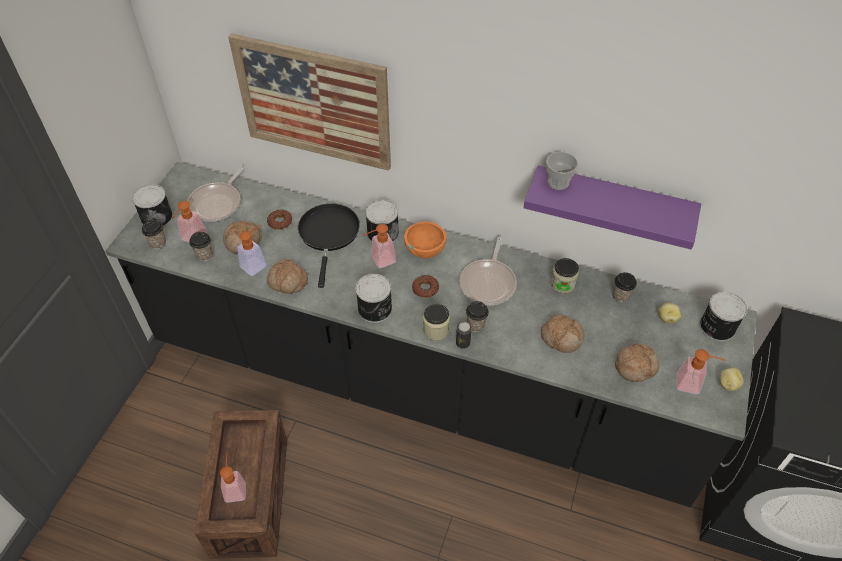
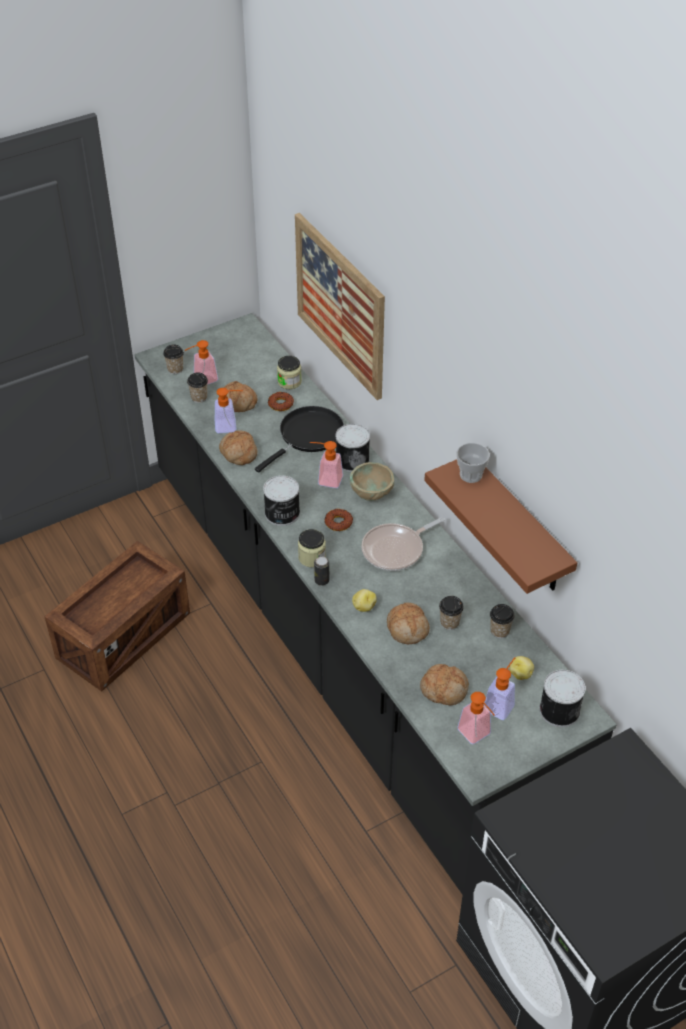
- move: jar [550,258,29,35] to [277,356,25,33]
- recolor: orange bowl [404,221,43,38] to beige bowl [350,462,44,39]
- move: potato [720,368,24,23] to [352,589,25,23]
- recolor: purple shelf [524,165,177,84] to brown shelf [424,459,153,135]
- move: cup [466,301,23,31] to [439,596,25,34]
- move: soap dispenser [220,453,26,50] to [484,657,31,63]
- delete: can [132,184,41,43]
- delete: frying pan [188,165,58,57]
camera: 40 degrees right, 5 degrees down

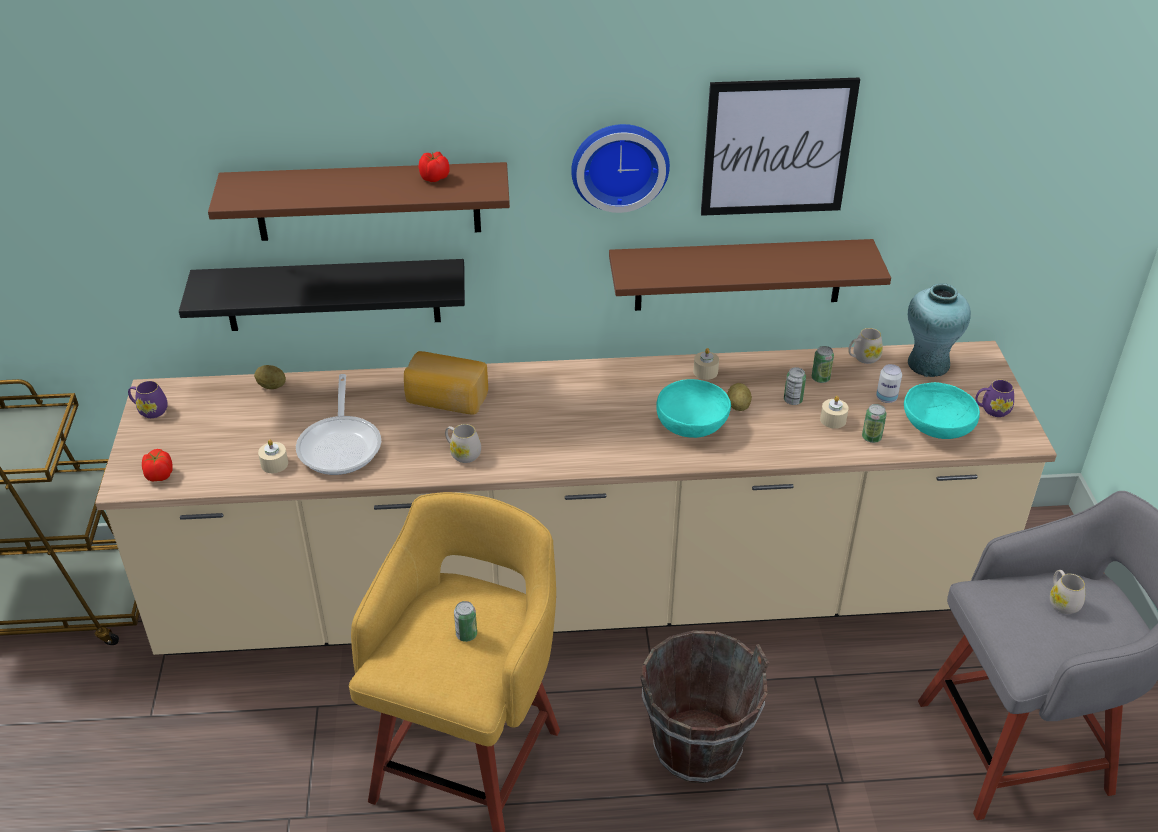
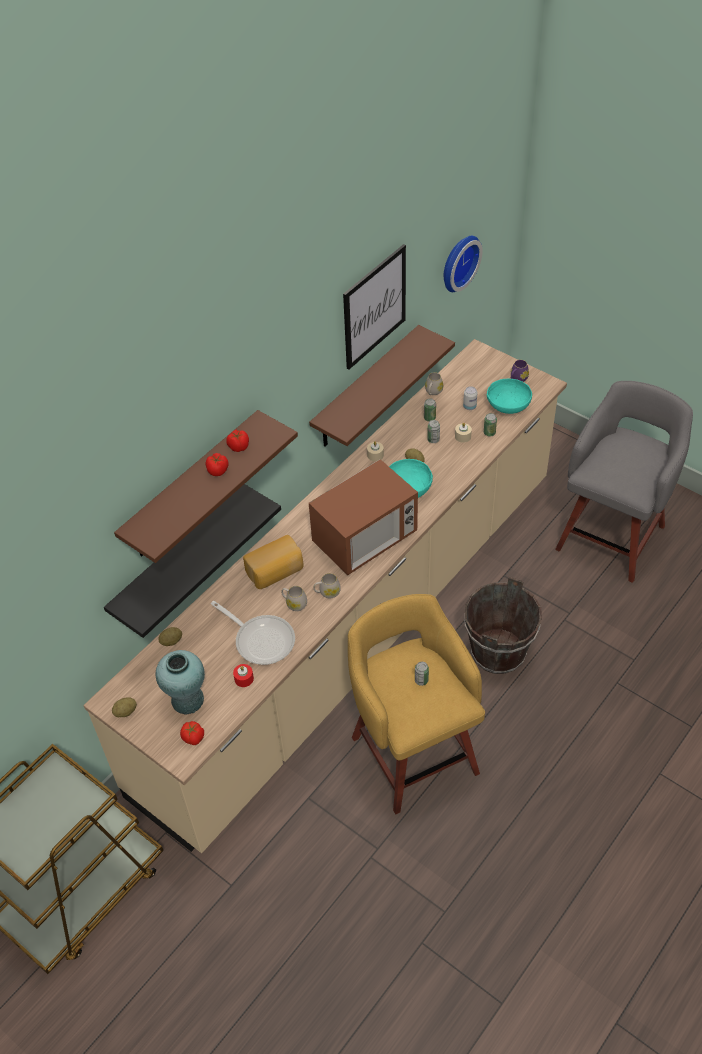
- replace: purple mug [128,381,40,37] to potato [112,697,25,20]
- move: turquoise vase [908,283,63,94] to [155,650,50,64]
- insert: tomato [206,453,22,23]
- recolor: beige candle [258,440,30,33] to red candle [233,664,21,23]
- move: white mug [1050,570,35,44] to [281,586,26,25]
- insert: microwave [309,459,109,116]
- move: wall clock [571,124,99,89] to [444,236,39,56]
camera: 45 degrees left, 10 degrees up

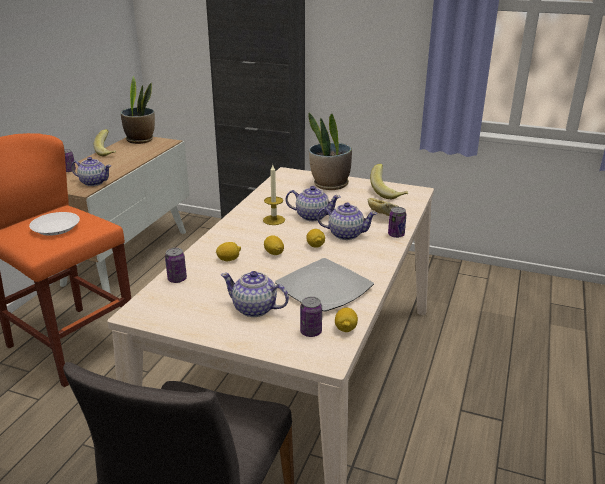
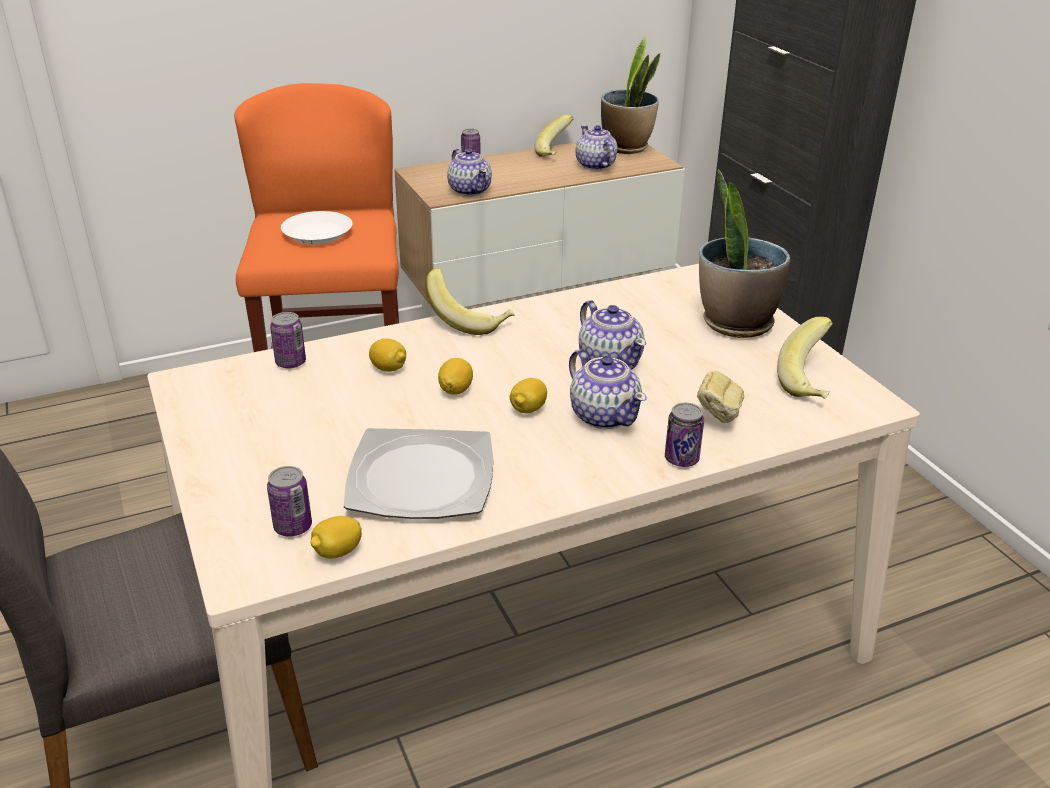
- insert: banana [425,268,90,67]
- move: teapot [221,271,68,46] to [575,125,42,45]
- delete: candle [263,165,22,60]
camera: 45 degrees right, 5 degrees up

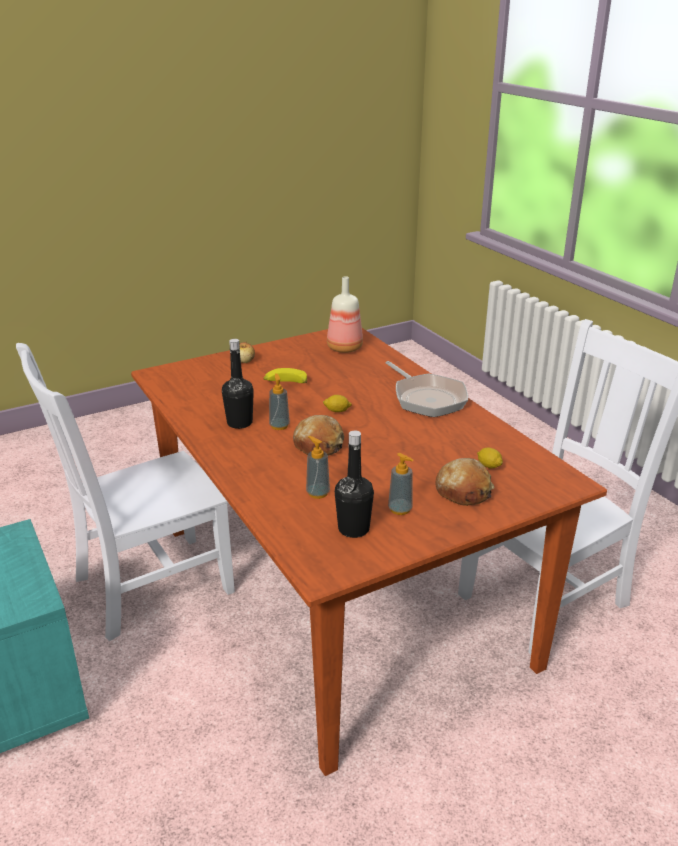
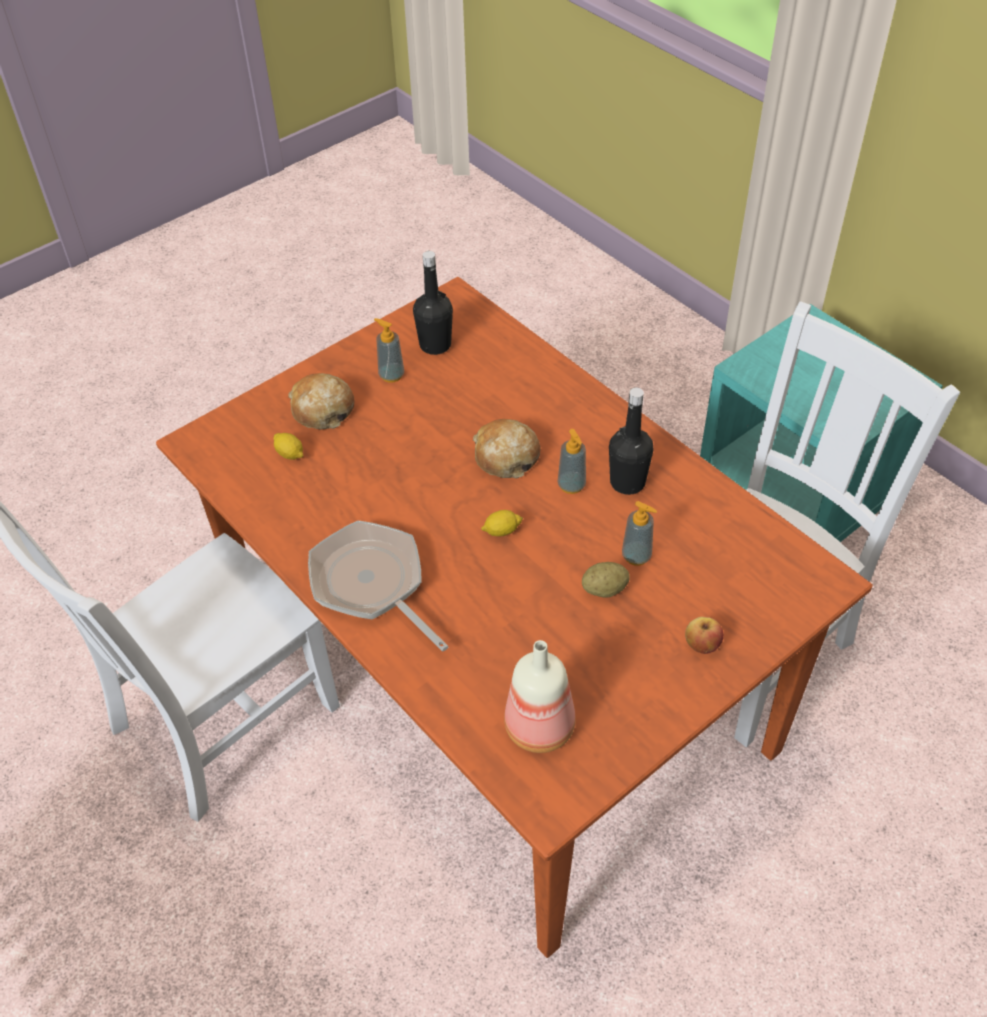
- replace: banana [263,368,44,15] to potato [582,562,48,36]
- move: soap dispenser [306,436,24,63] to [622,501,35,65]
camera: 170 degrees right, 20 degrees up

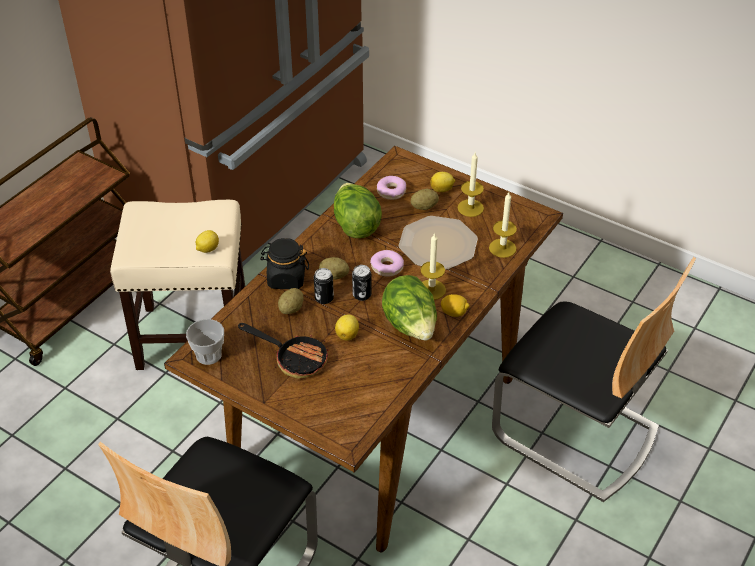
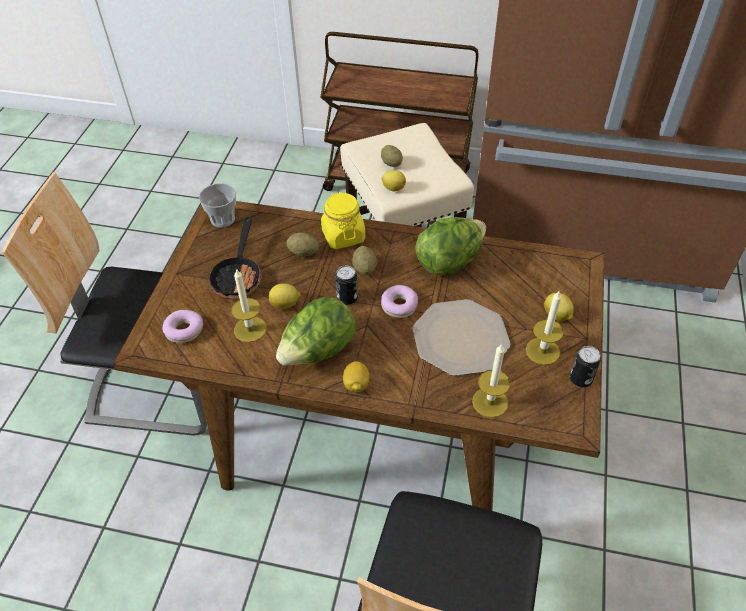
- move: donut [377,176,29,24] to [162,310,41,33]
- move: candle [420,233,26,67] to [231,268,36,75]
- recolor: black jar [260,238,49,51] to yellow jar [321,192,45,57]
- move: potato [411,189,28,21] to [381,145,22,22]
- move: can [314,268,20,36] to [570,346,31,41]
camera: 70 degrees right, 5 degrees up

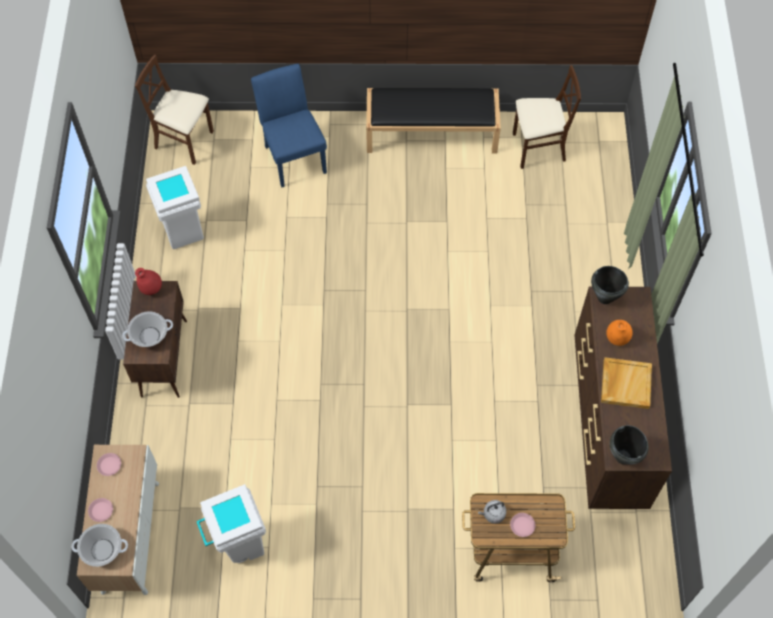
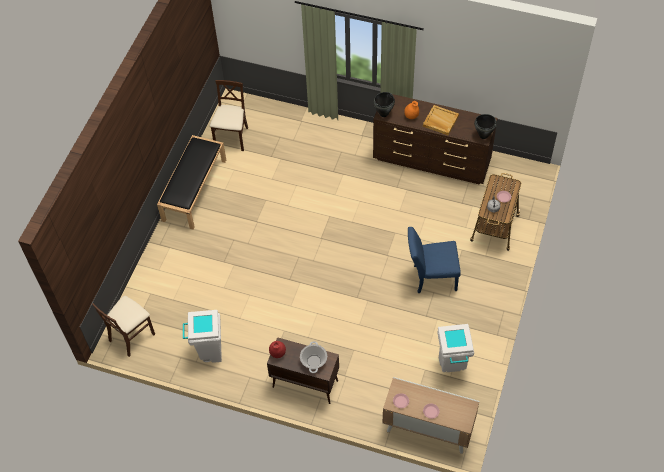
- move: blue chair [251,63,76,125] to [408,227,53,66]
- delete: cooking pot [71,524,57,43]
camera: 70 degrees left, 5 degrees down

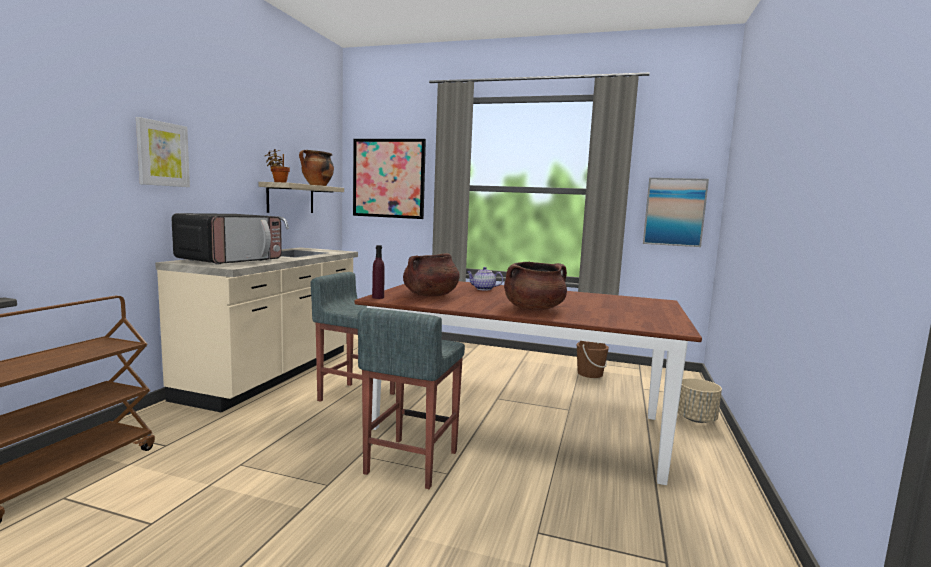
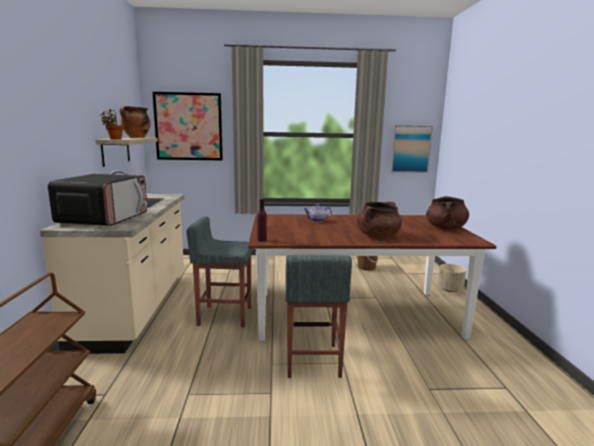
- move: brown cooking pot [403,253,57,44] to [426,196,43,34]
- delete: picture [136,117,54,70]
camera: 20 degrees left, 5 degrees up

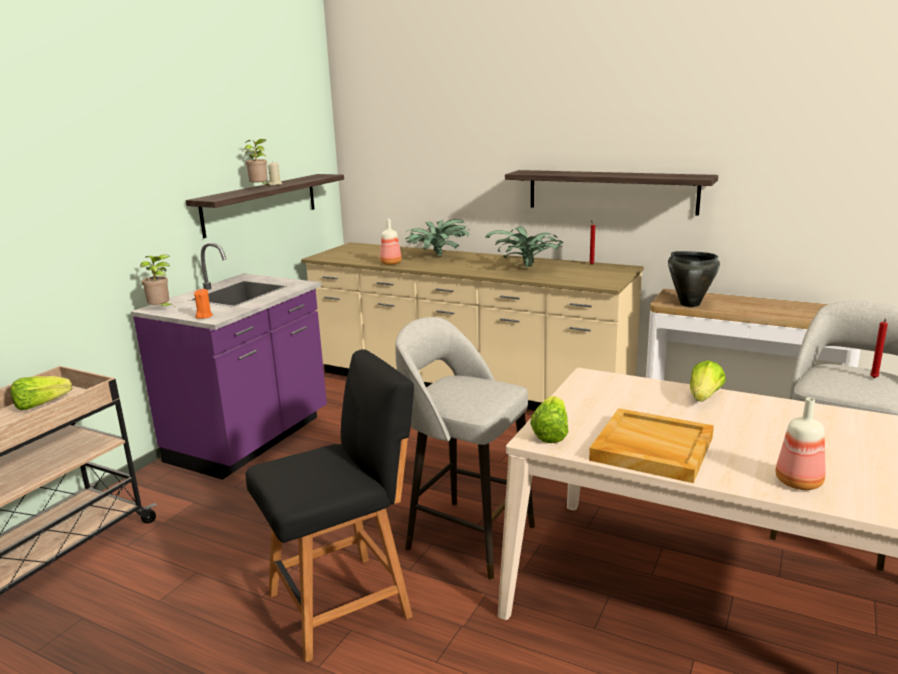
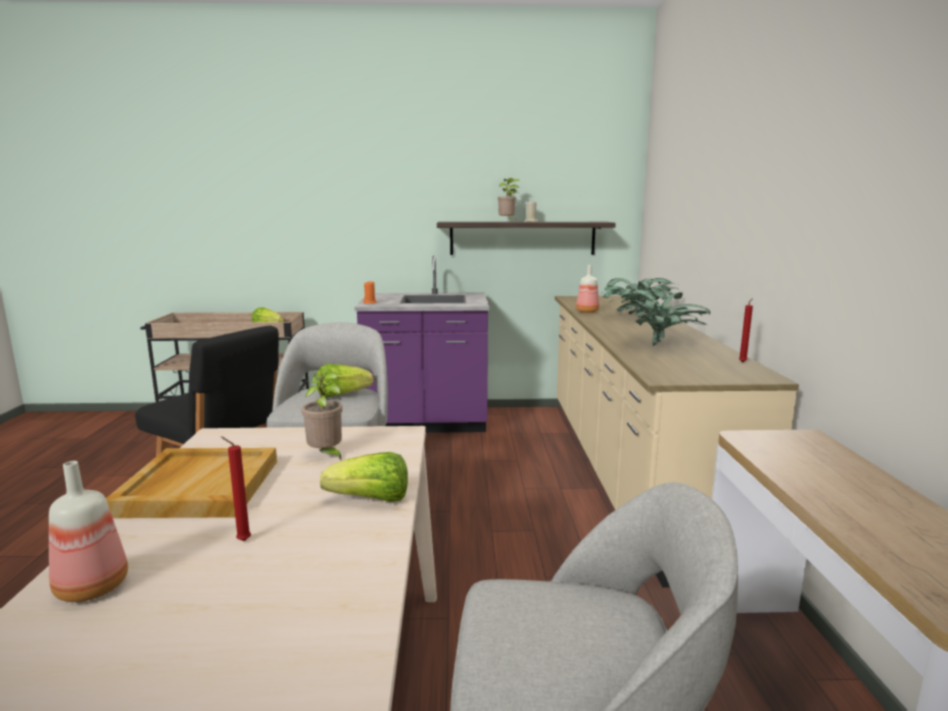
- move: red candle [870,319,18,59] to [221,436,30,105]
- move: potted plant [140,255,34,51] to [302,368,40,92]
- move: lettuce [530,396,38,47] to [317,364,57,33]
- delete: shelf [505,170,213,46]
- delete: black cooking pot [668,251,52,56]
camera: 60 degrees right, 5 degrees down

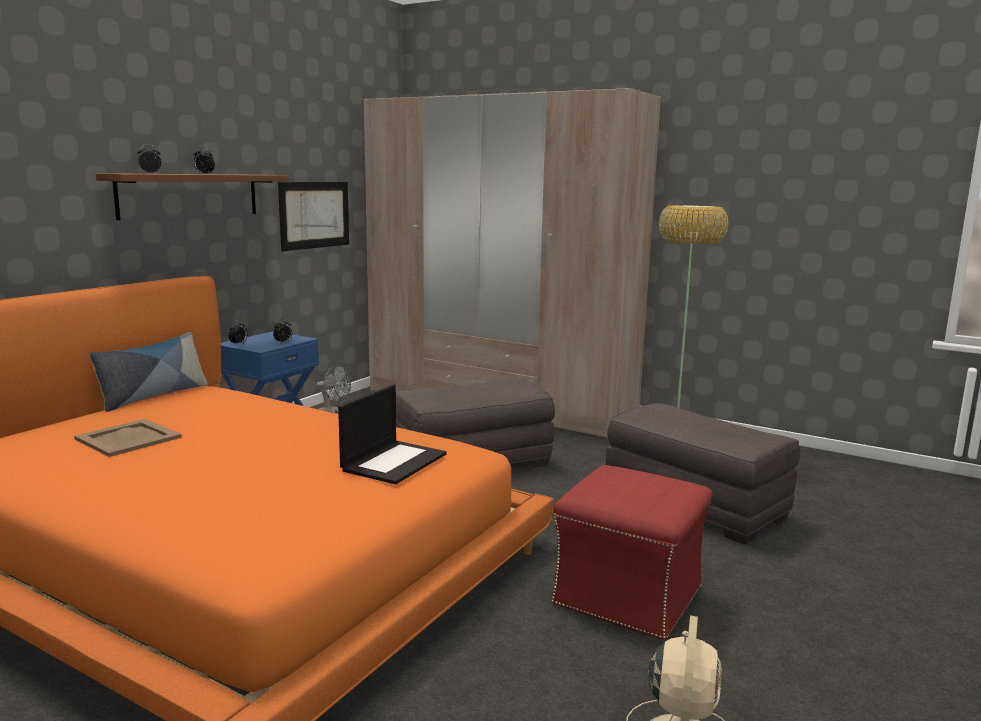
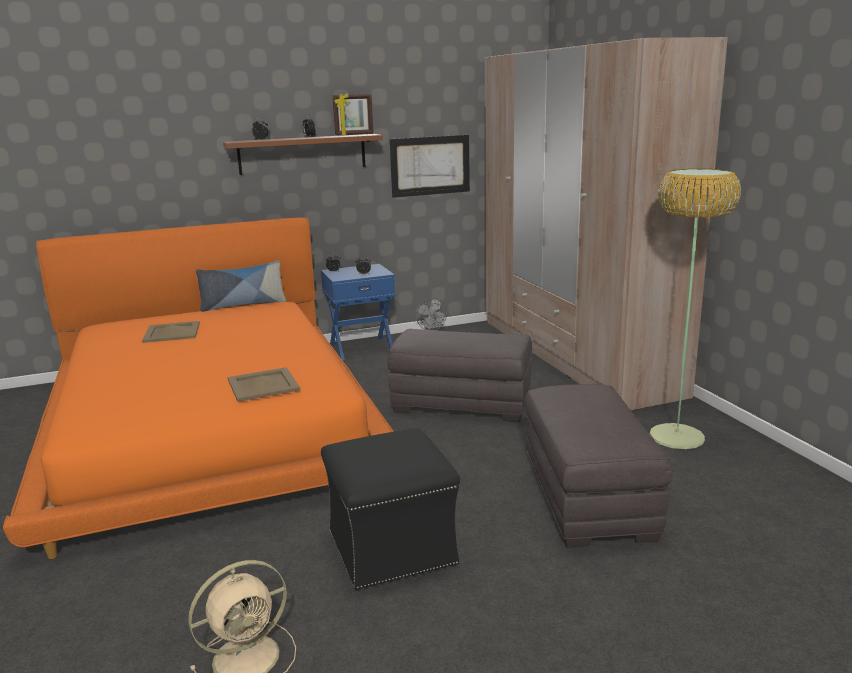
- replace: laptop [338,384,108,100] to beige tray [228,367,72,35]
- recolor: red ottoman [551,465,162,176] to black ottoman [321,428,139,162]
- insert: picture frame [333,93,40,43]
camera: 40 degrees right, 5 degrees up

